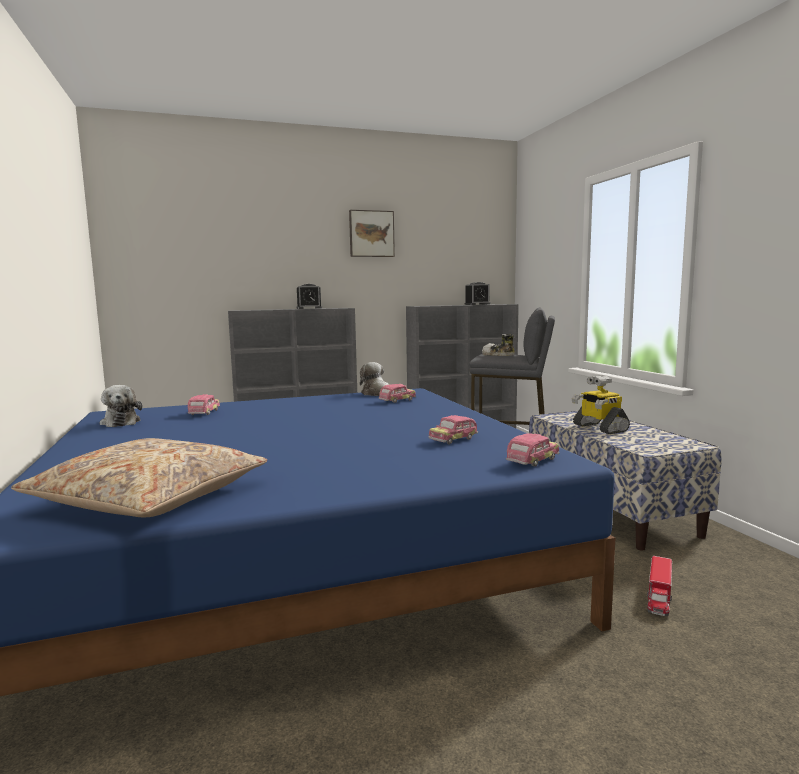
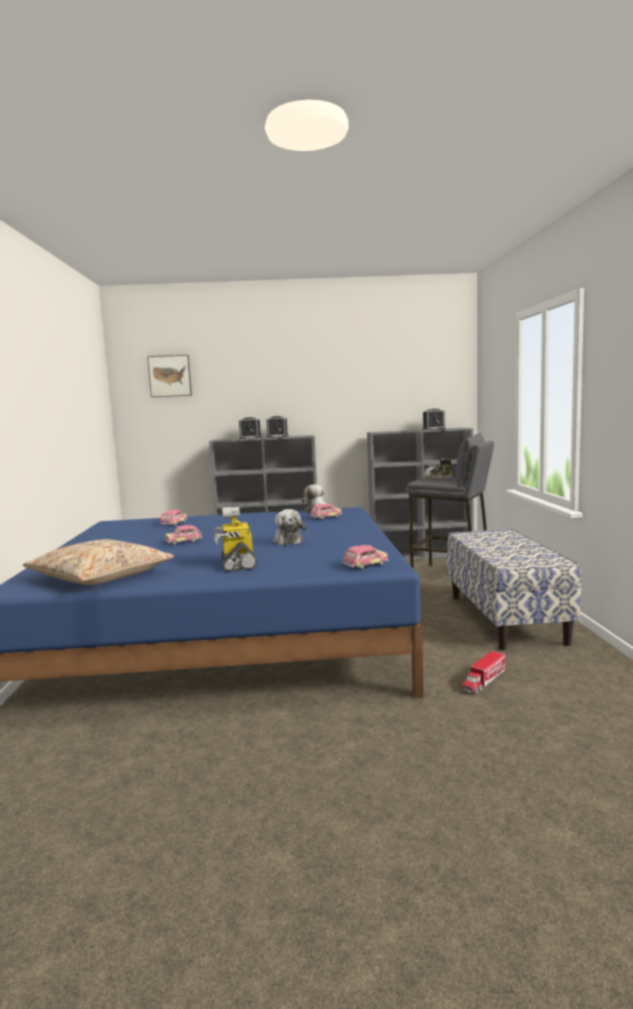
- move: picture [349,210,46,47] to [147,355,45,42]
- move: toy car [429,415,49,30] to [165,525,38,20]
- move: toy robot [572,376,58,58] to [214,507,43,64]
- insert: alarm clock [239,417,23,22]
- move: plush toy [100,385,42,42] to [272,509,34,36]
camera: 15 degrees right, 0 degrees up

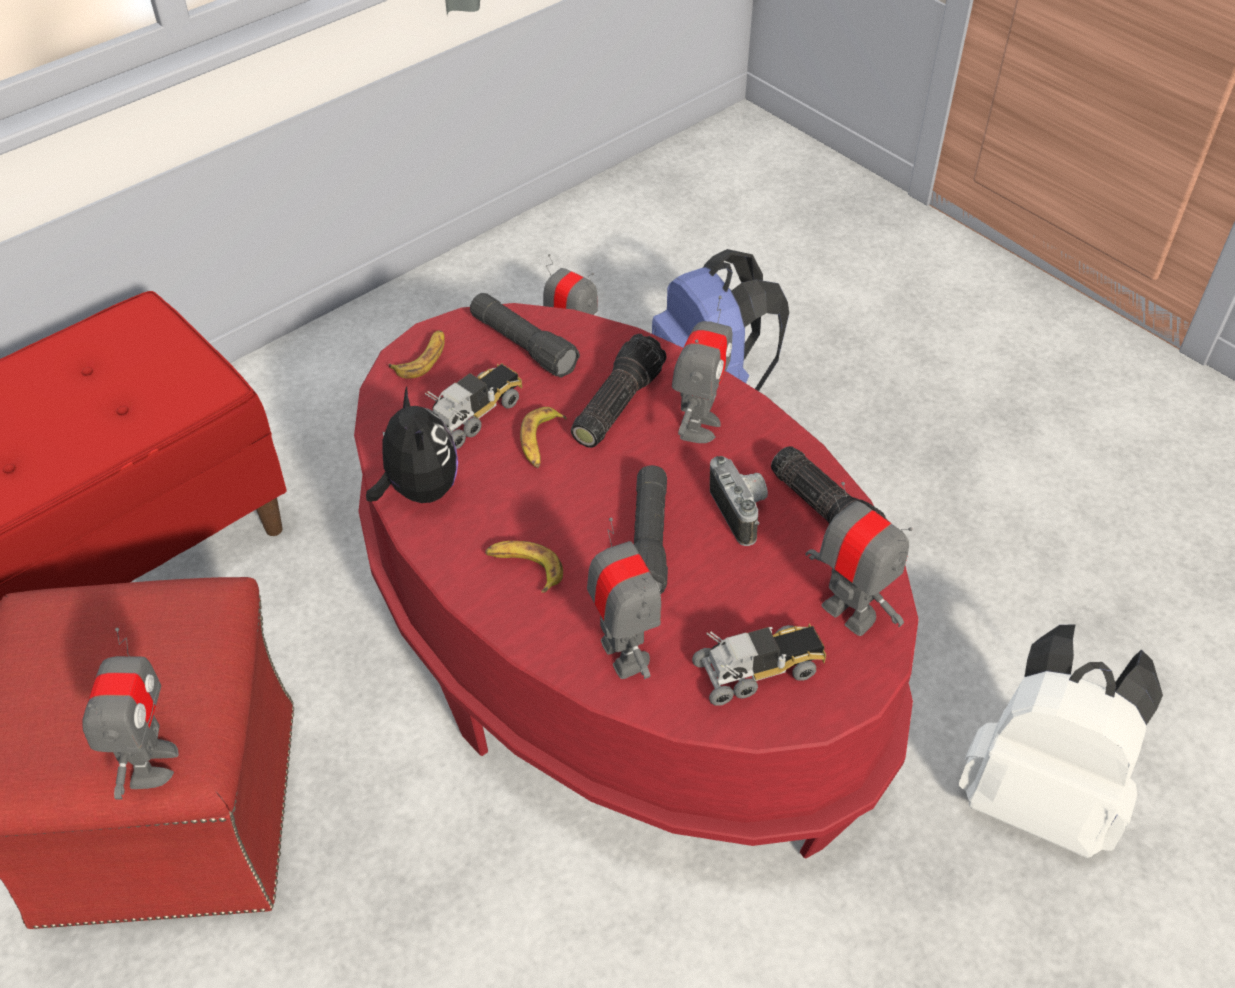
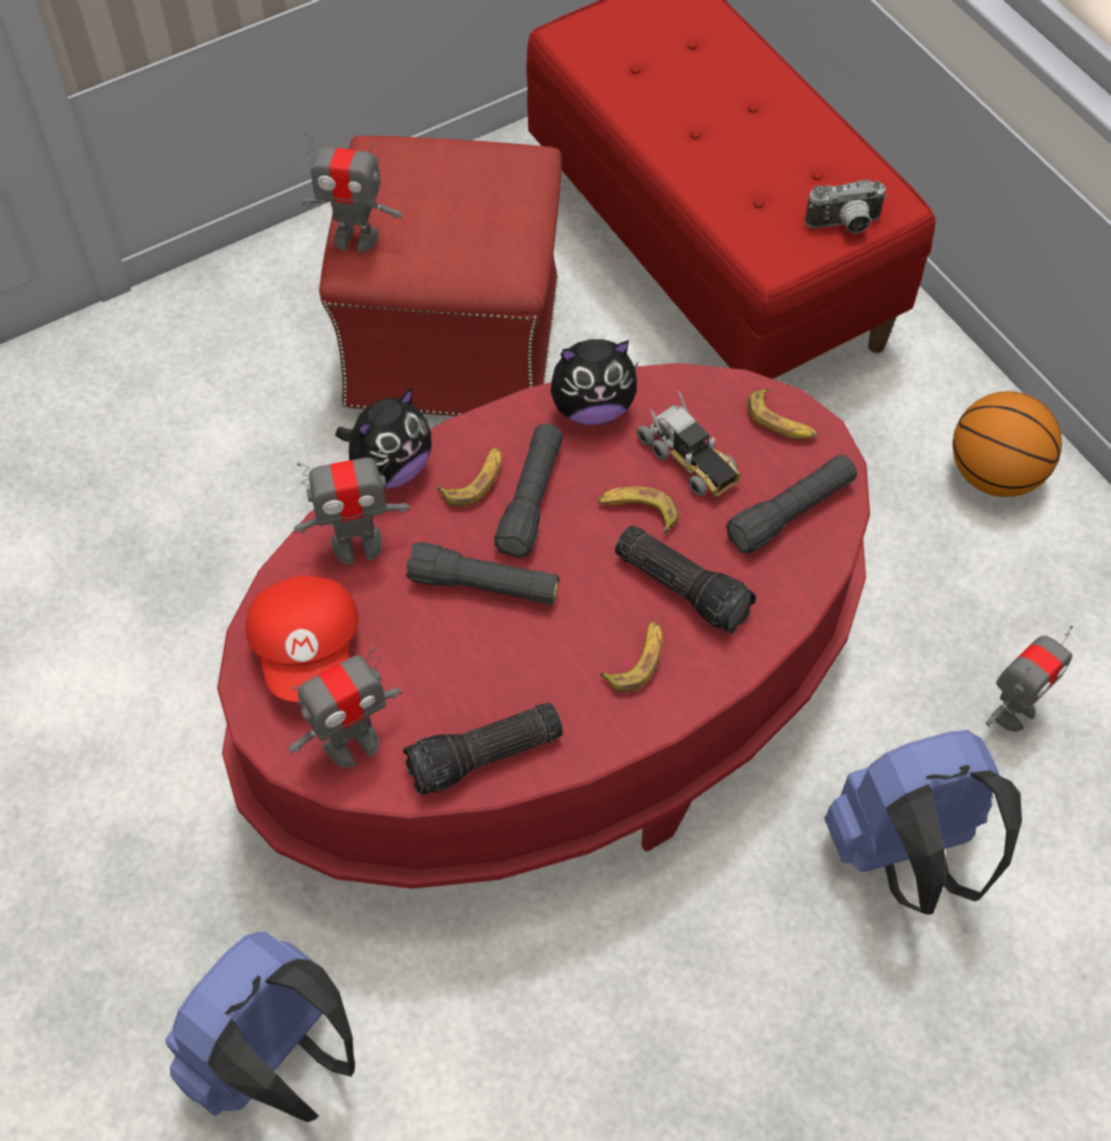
- recolor: white backpack [959,624,204,234] to blue backpack [165,932,190,190]
- replace: toy truck [692,623,134,83] to red cap [246,575,113,127]
- insert: plush toy [335,388,97,101]
- insert: black flashlight [494,424,69,134]
- replace: toy robot [672,296,60,147] to banana [600,622,63,70]
- move: photo camera [710,456,58,90] to [805,179,82,54]
- insert: basketball [953,391,109,106]
camera: 100 degrees right, 10 degrees up

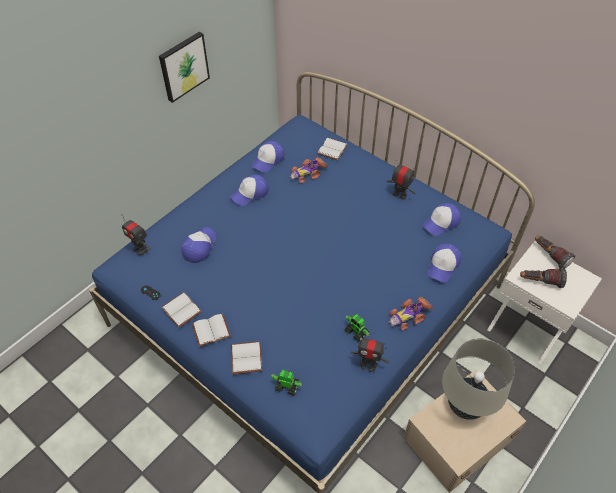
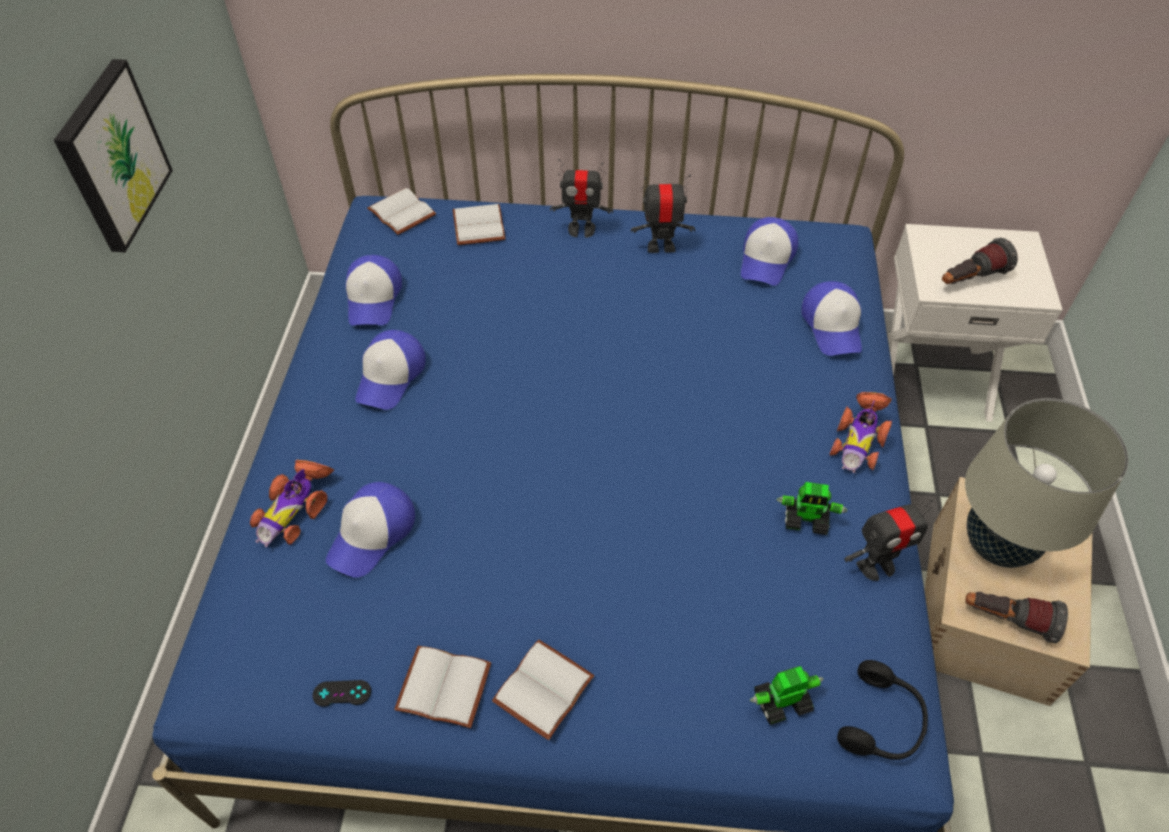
- move: toy car [289,157,39,26] to [250,460,84,88]
- rotate: cap [181,227,35,36] = [326,482,89,96] 135 degrees counterclockwise
- move: white book [231,341,31,33] to [367,188,69,47]
- move: toy robot [121,214,30,41] to [550,159,63,79]
- insert: black headphones [837,660,91,100]
- move: flashlight [535,235,40,34] to [966,592,102,51]
camera: 35 degrees left, 0 degrees up

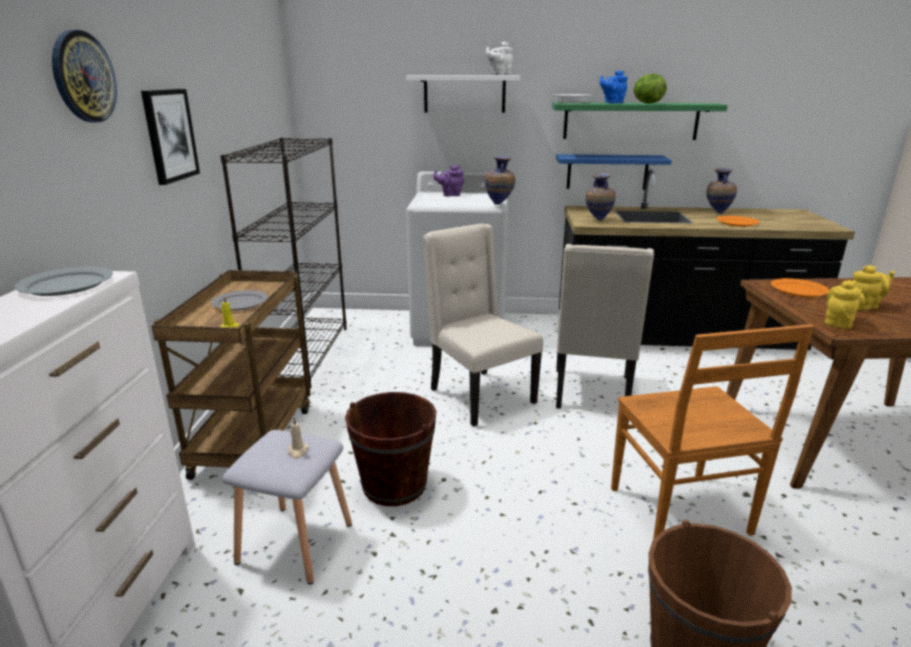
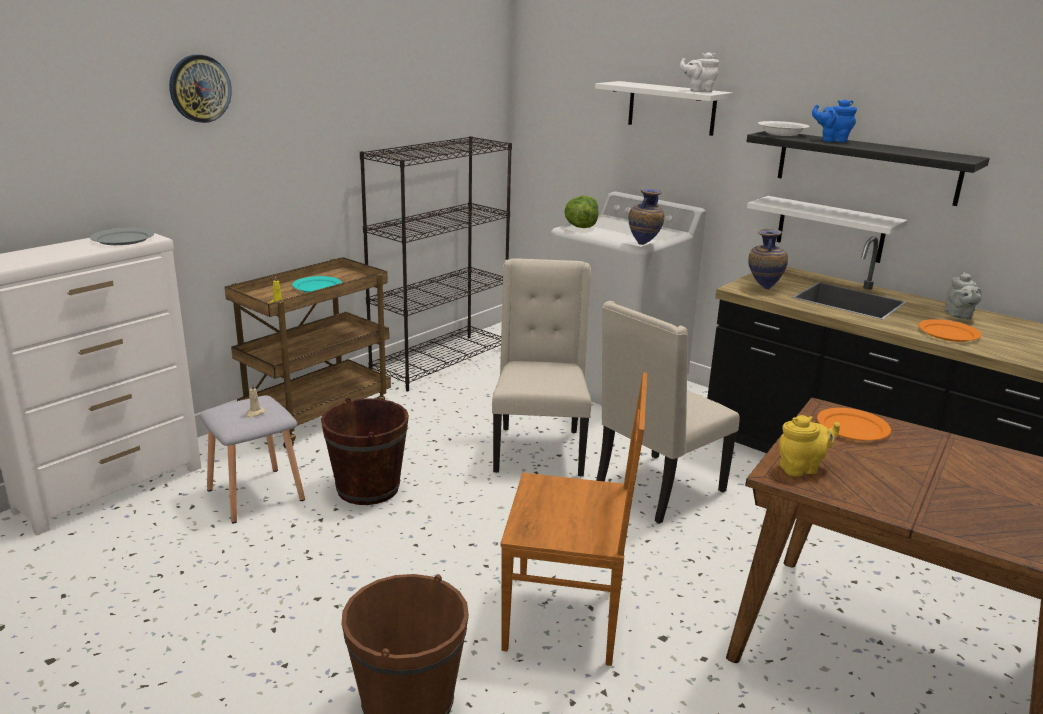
- recolor: grey plate [211,290,57,21] to turquoise plate [292,276,50,16]
- rotate: brown chair [611,324,203,216] = [501,372,147,294] 105 degrees counterclockwise
- move: lettuce [633,74,34,30] to [564,196,35,32]
- recolor: green shelf [552,102,176,38] to black shelf [746,131,244,75]
- recolor: blue shelf [556,154,116,36] to white shelf [747,196,160,67]
- replace: vase [706,168,31,46] to grey teapot [944,272,38,48]
- delete: picture [141,89,59,96]
- delete: purple teapot [433,165,31,31]
- delete: yellow teapot [852,265,43,45]
camera: 35 degrees right, 0 degrees up

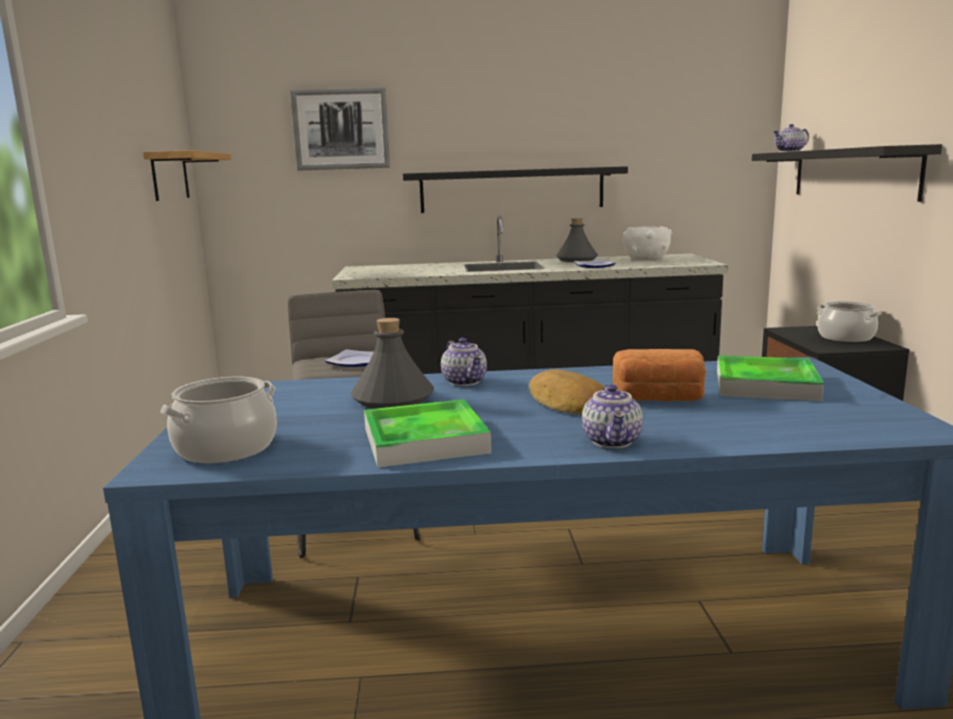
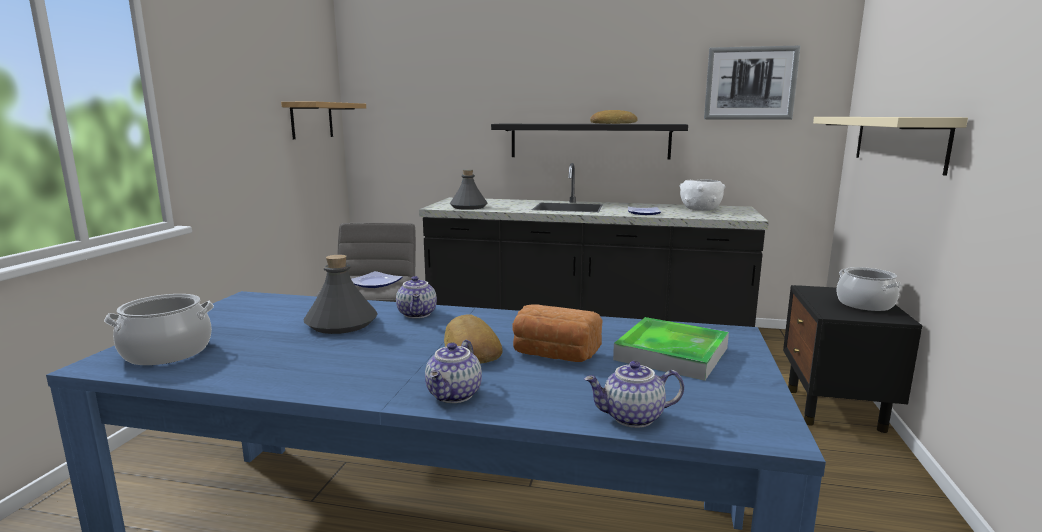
- move: grey bottle [556,218,42,44] to [450,170,38,40]
- move: teapot [773,124,36,28] to [584,361,100,67]
- insert: bread [590,110,48,14]
- move: picture [290,87,100,83] to [704,46,97,73]
- recolor: black shelf [752,144,190,58] to beige shelf [813,117,155,59]
- delete: tray [364,399,127,68]
camera: 15 degrees right, 0 degrees up

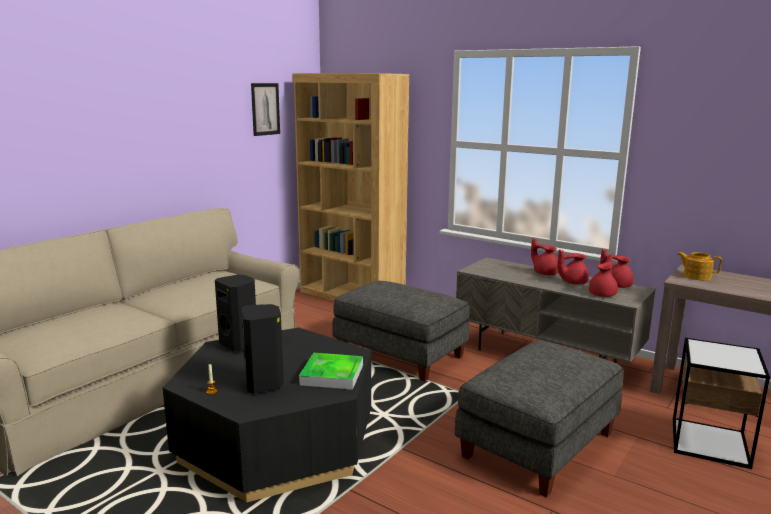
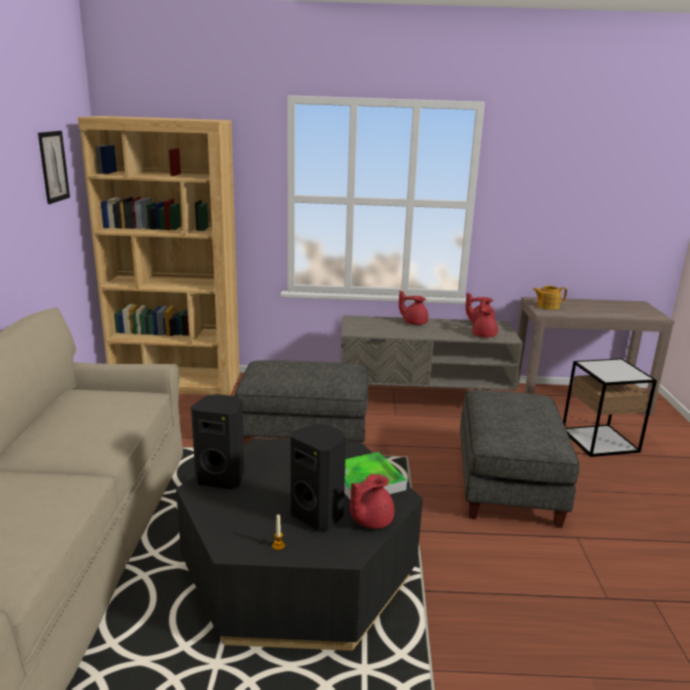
- move: red teapot [557,250,32,34] to [350,474,44,55]
camera: 35 degrees left, 5 degrees up

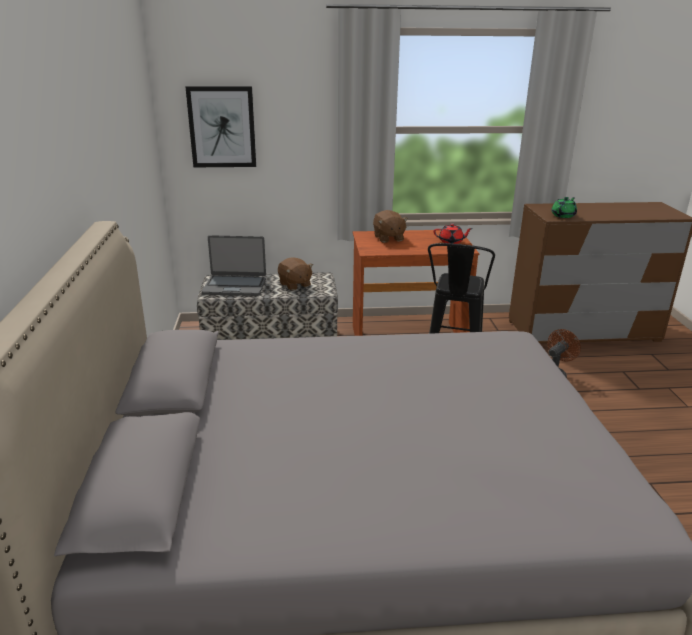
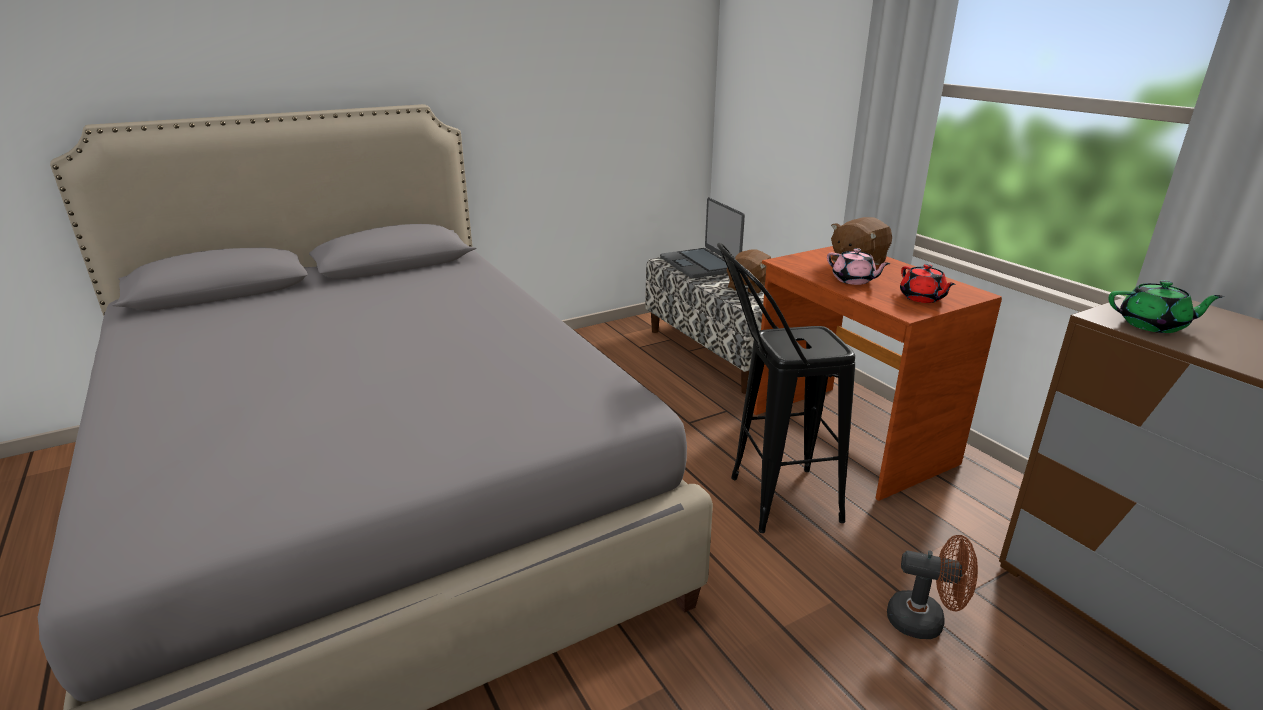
- insert: pink teapot [827,248,64,37]
- delete: picture [186,86,70,81]
camera: 65 degrees right, 0 degrees up

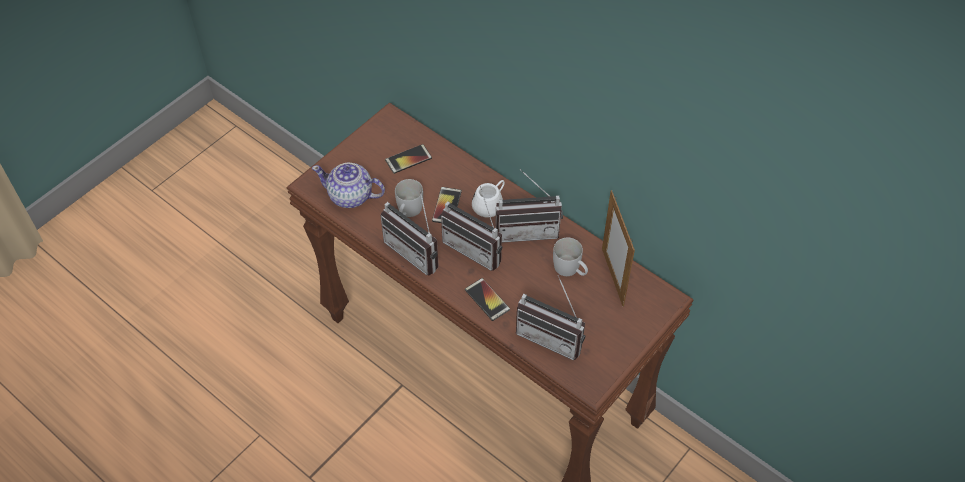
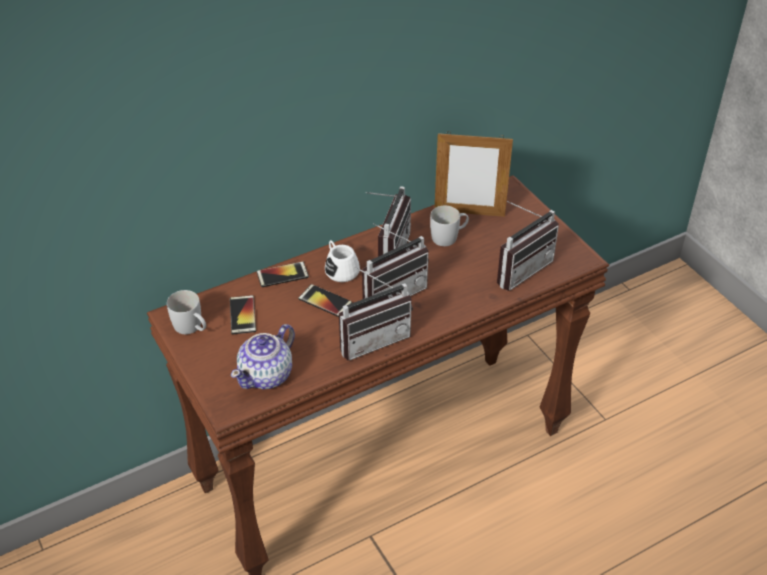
- move: white mug [395,179,28,38] to [167,290,39,44]
- move: phone [465,278,45,43] to [257,262,52,25]
camera: 70 degrees left, 10 degrees down

